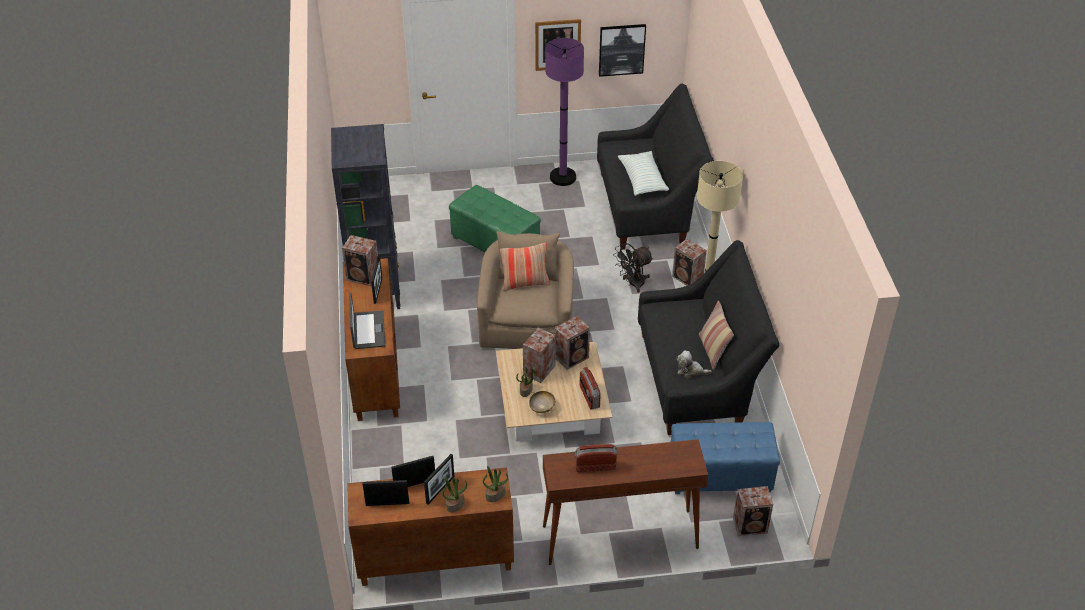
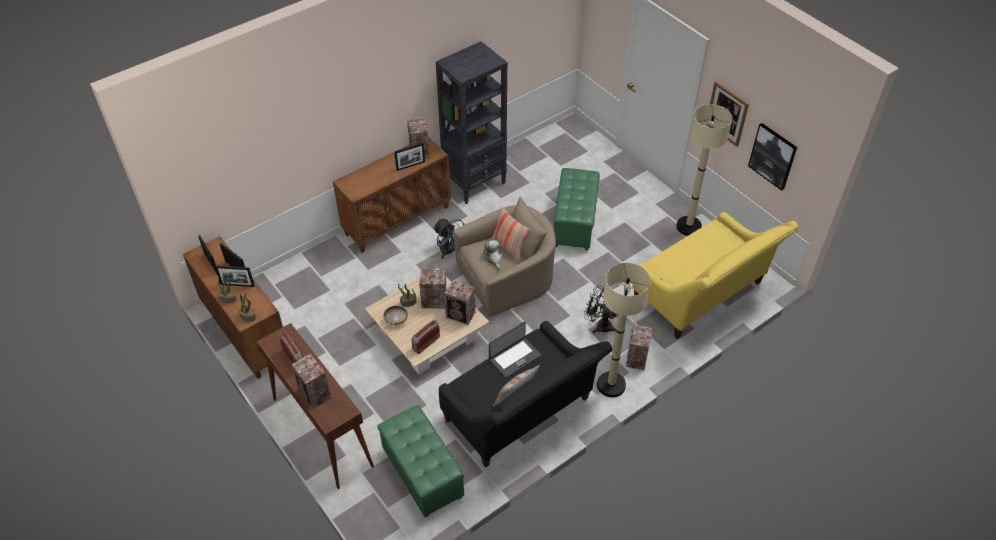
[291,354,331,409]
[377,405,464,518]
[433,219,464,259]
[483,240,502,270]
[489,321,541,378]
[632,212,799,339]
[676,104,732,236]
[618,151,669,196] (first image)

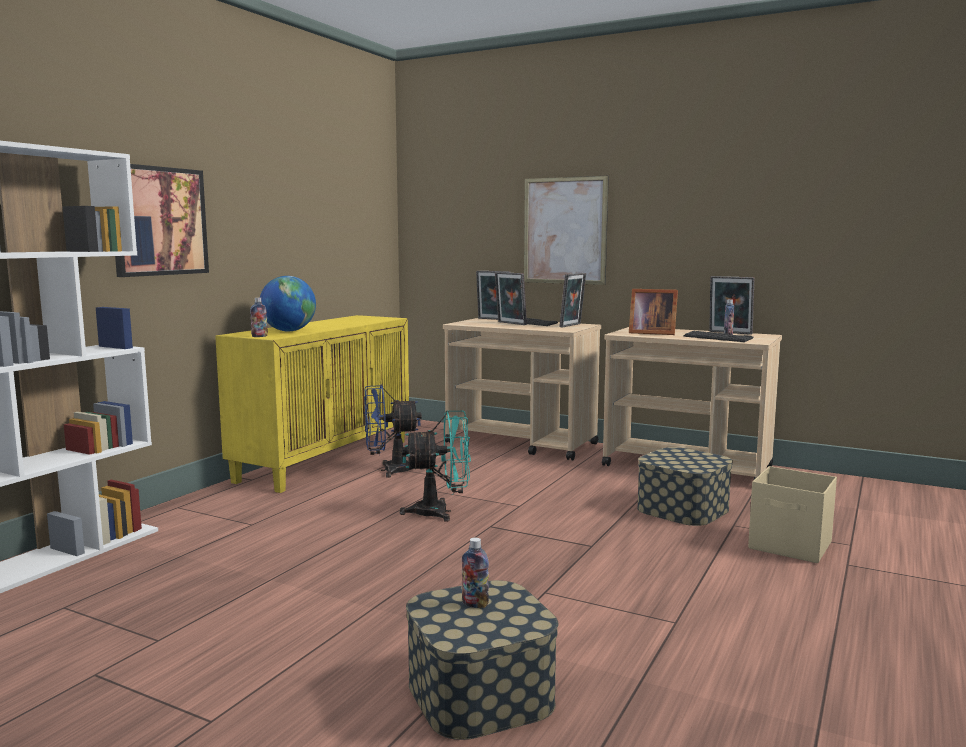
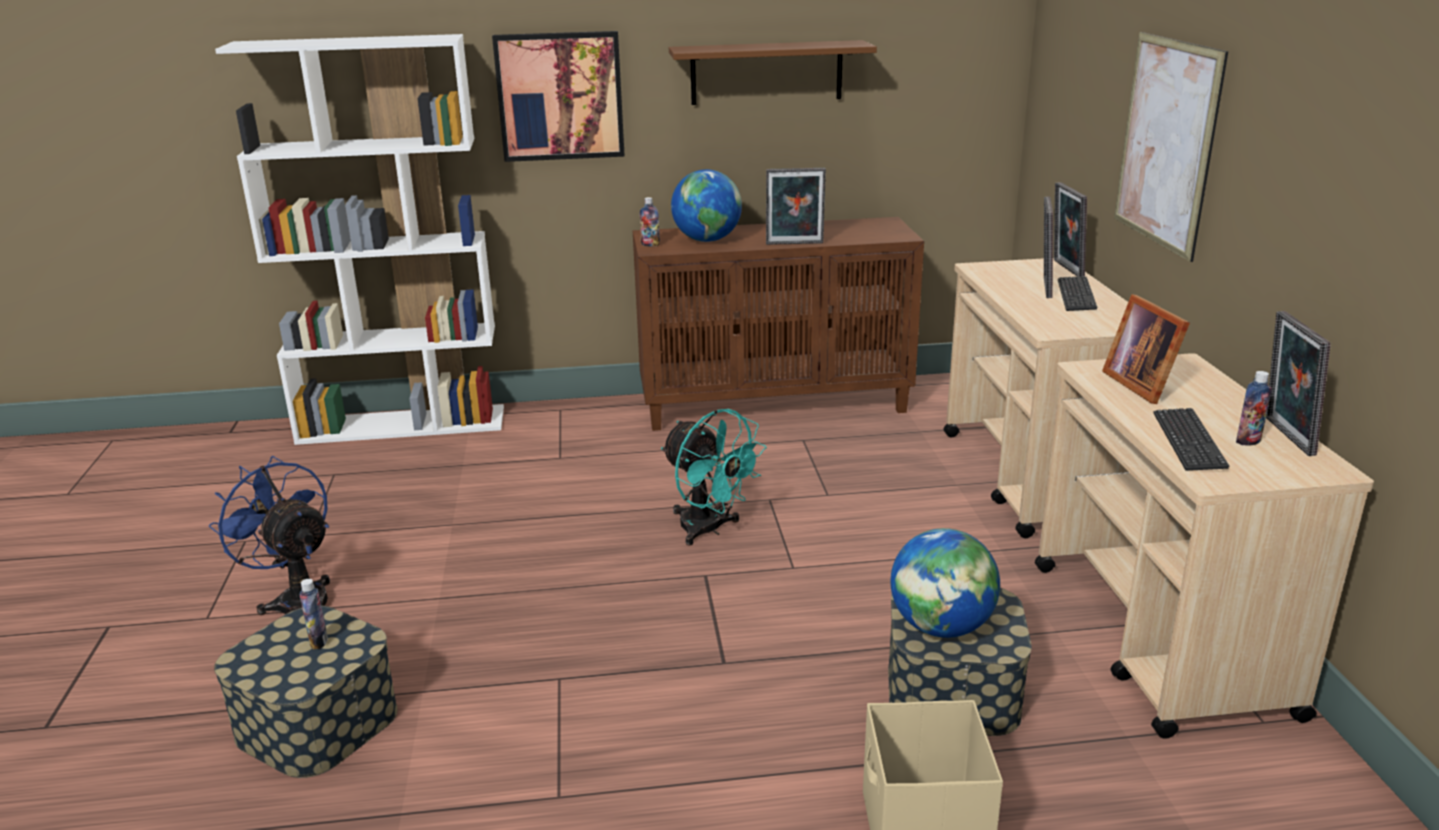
[209,456,330,615]
[633,217,924,431]
[669,40,877,105]
[766,168,826,245]
[891,528,1000,638]

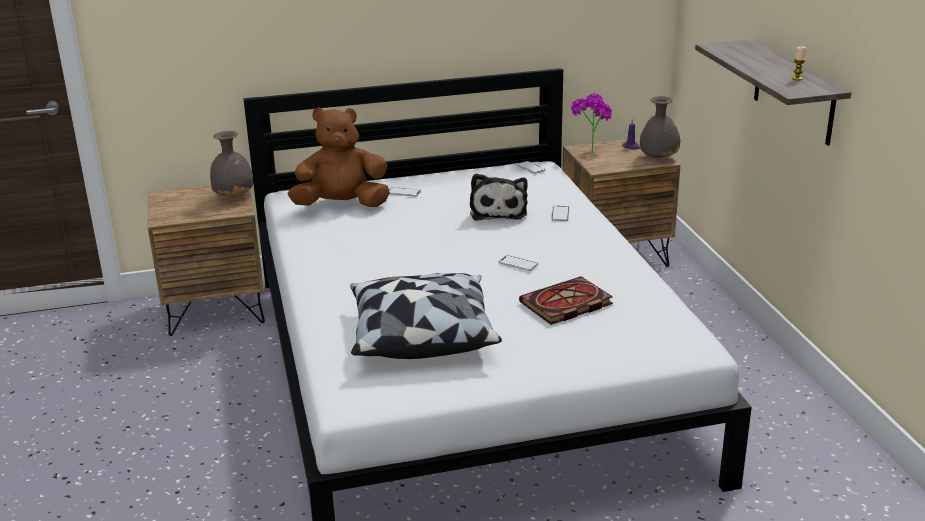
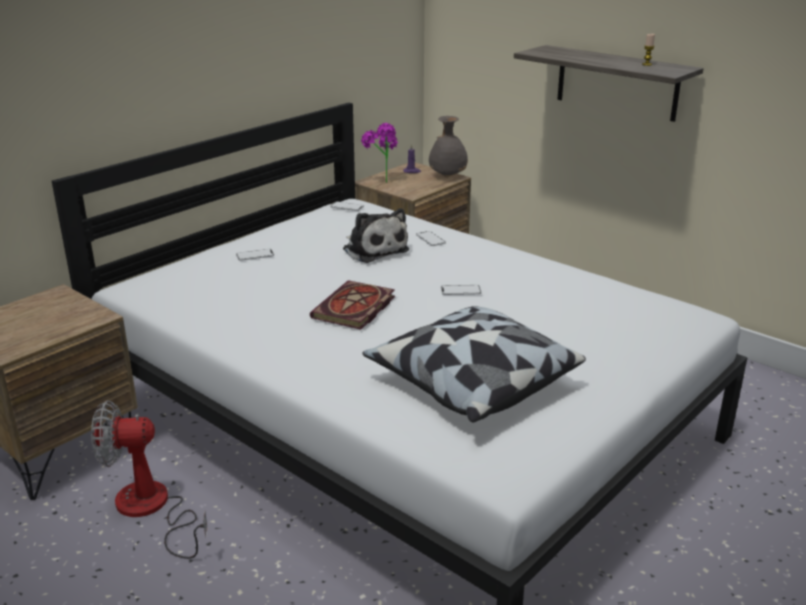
[91,400,208,559]
[310,280,395,330]
[210,131,253,198] (first image)
[288,107,390,207] (first image)

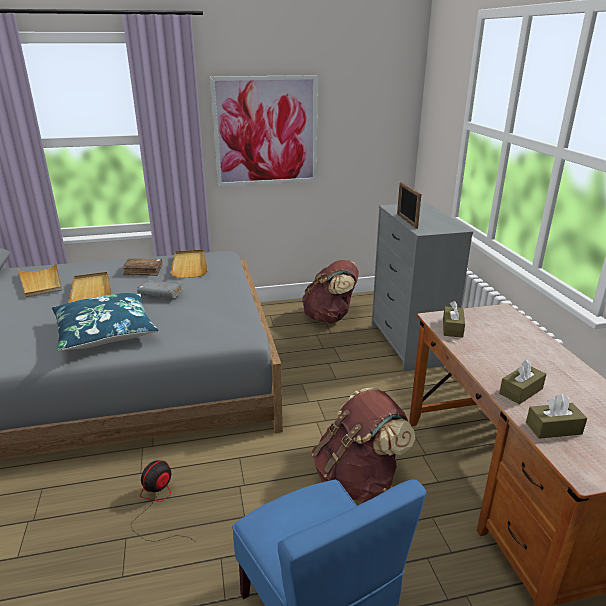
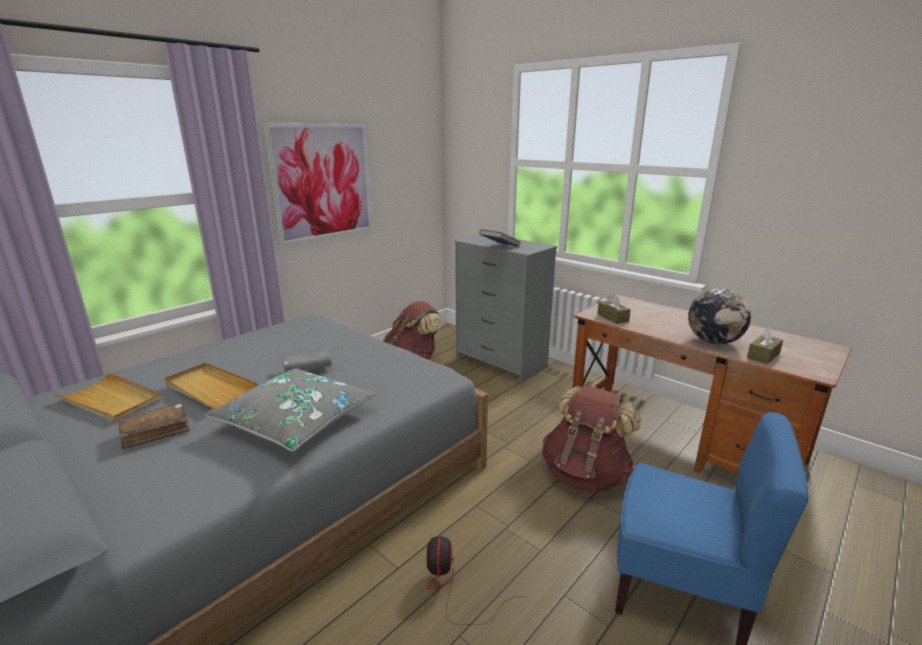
[118,403,190,450]
[205,368,377,451]
[479,229,521,247]
[688,288,751,344]
[170,249,208,278] (first image)

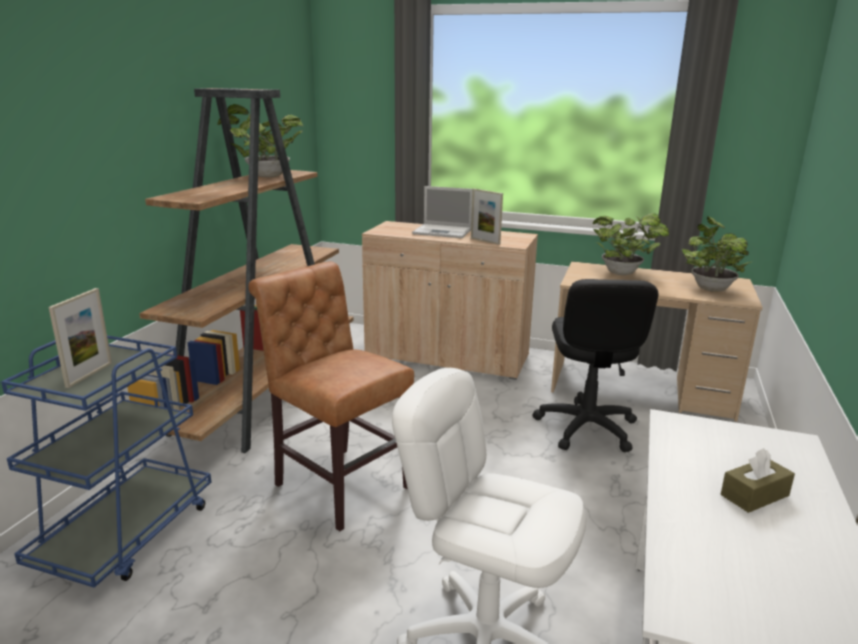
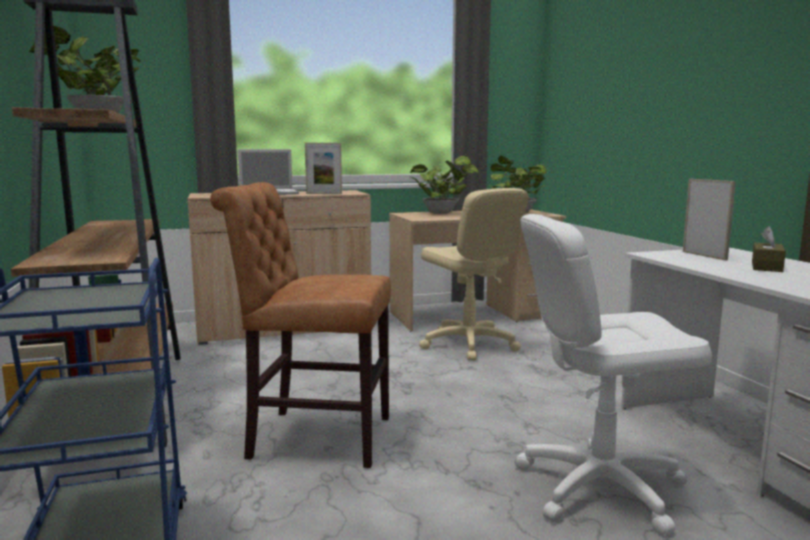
[419,188,529,361]
[683,179,736,260]

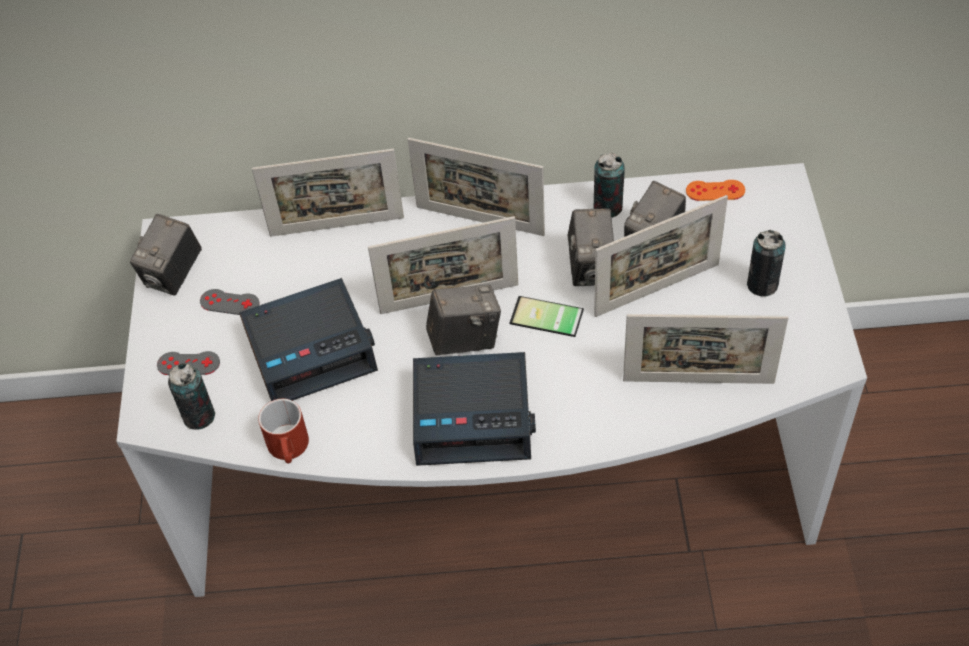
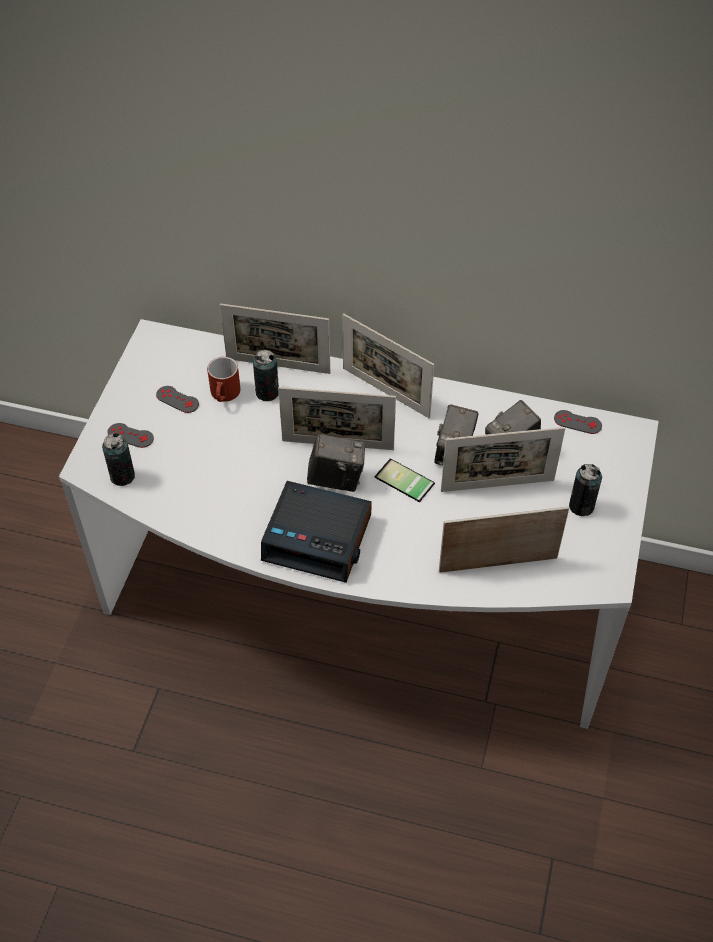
[207,357,240,402]
[253,350,279,401]
[439,507,569,573]
[554,410,602,434]
[130,214,202,296] (first image)
[239,278,378,401] (first image)

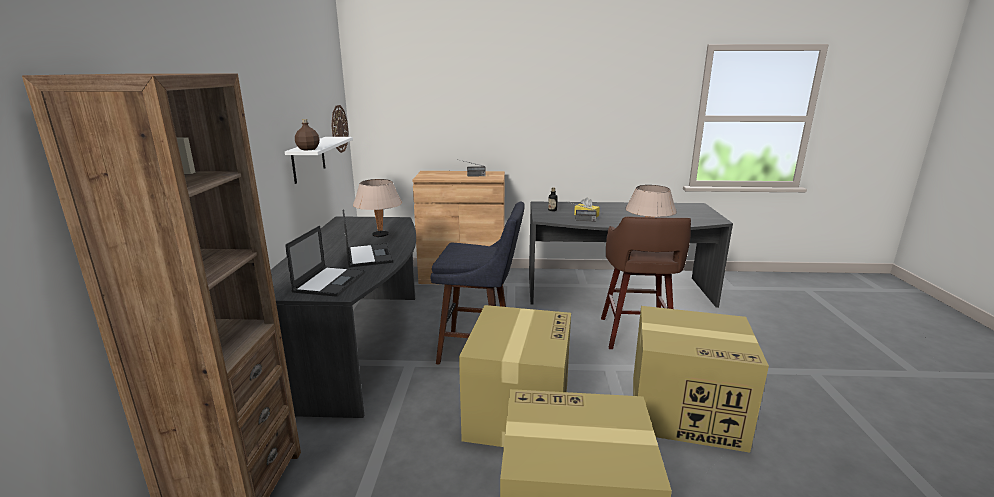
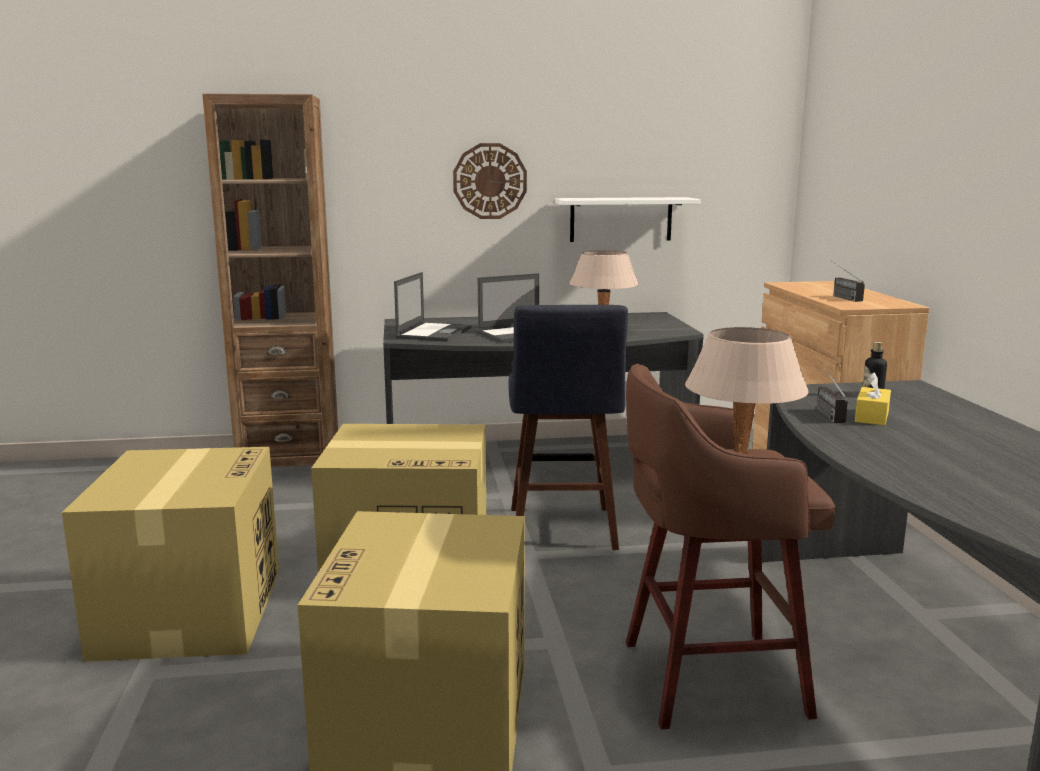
[394,272,471,342]
[453,143,527,219]
[295,119,320,150] (first image)

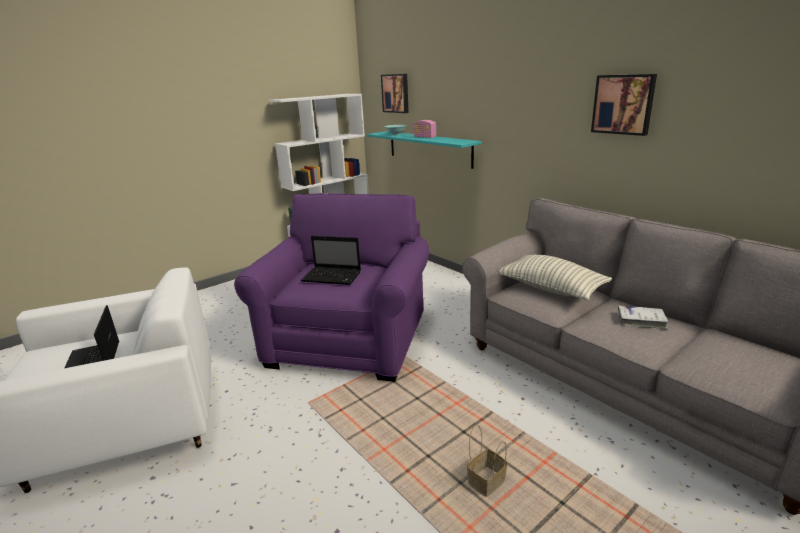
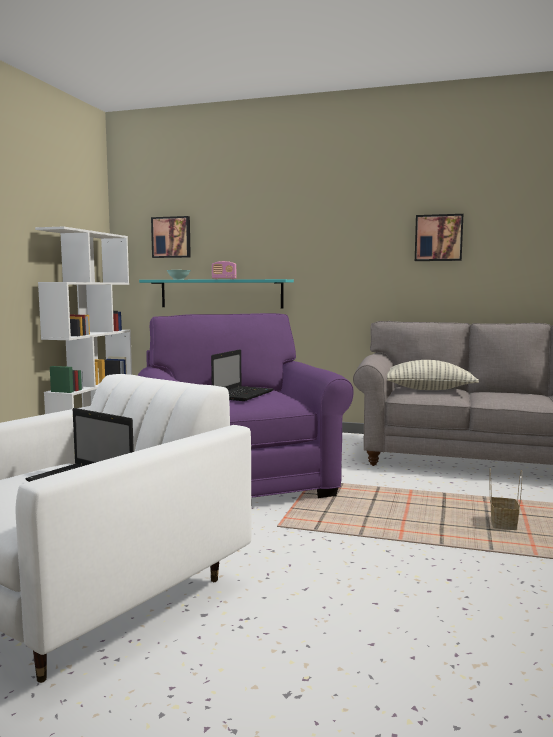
[211,349,274,401]
[618,305,669,329] (first image)

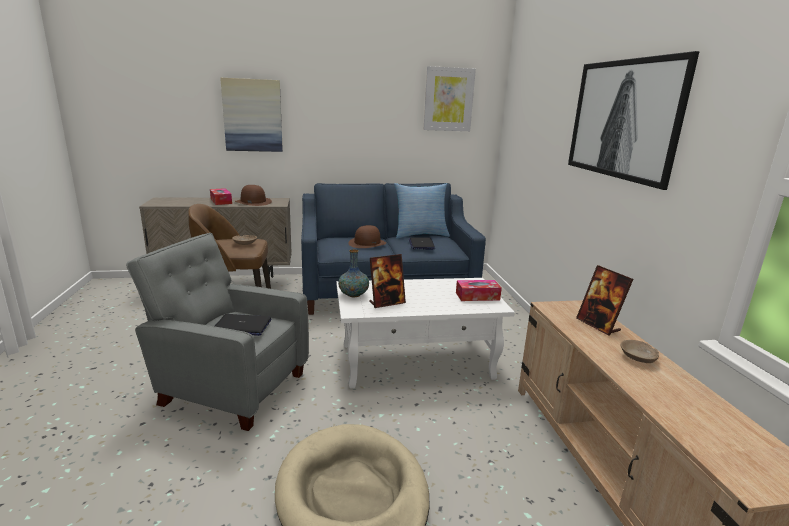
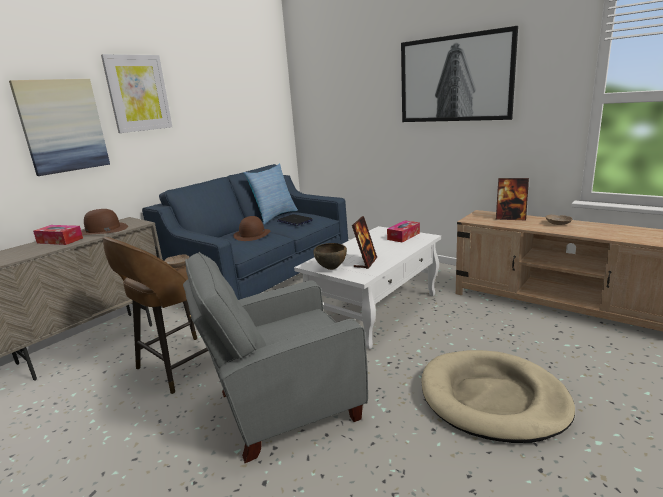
[101,54,172,133]
[313,243,347,270]
[215,314,271,336] (first image)

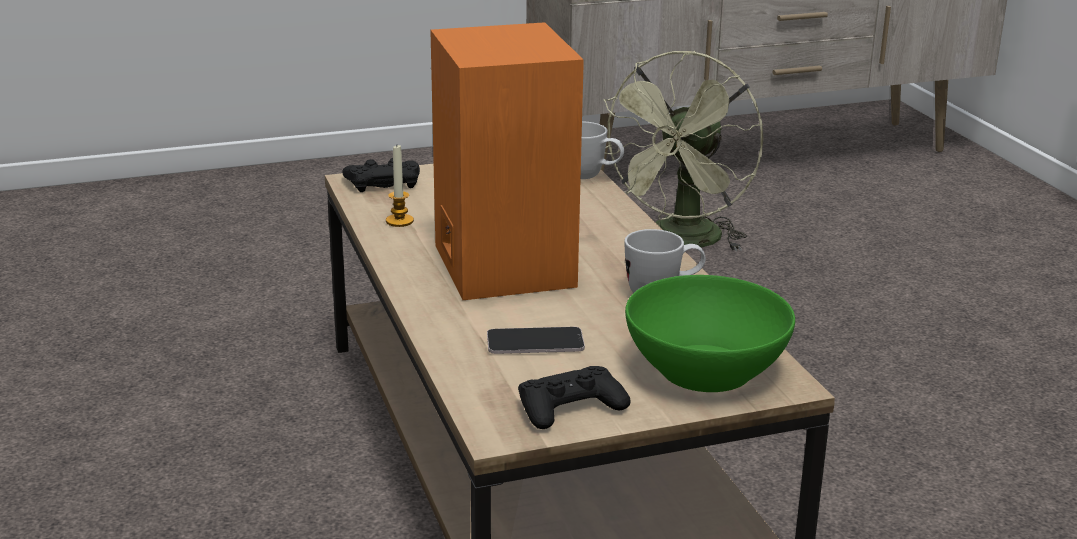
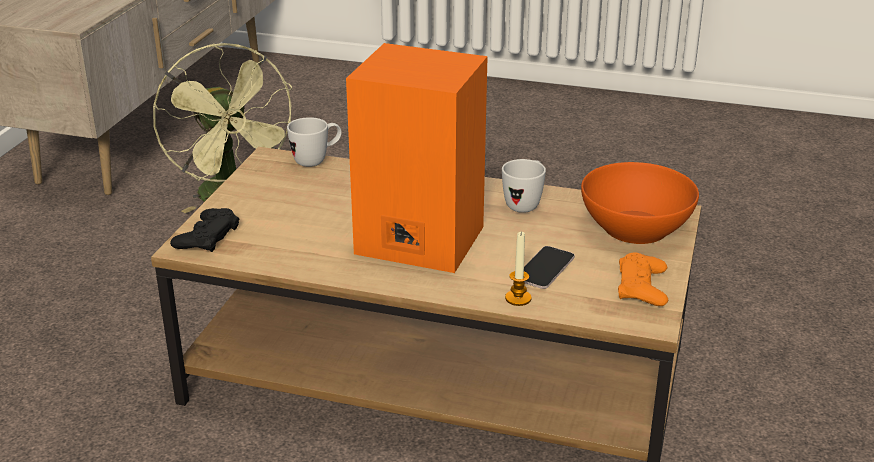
[505,232,532,306]
[581,162,699,244]
[618,253,668,306]

